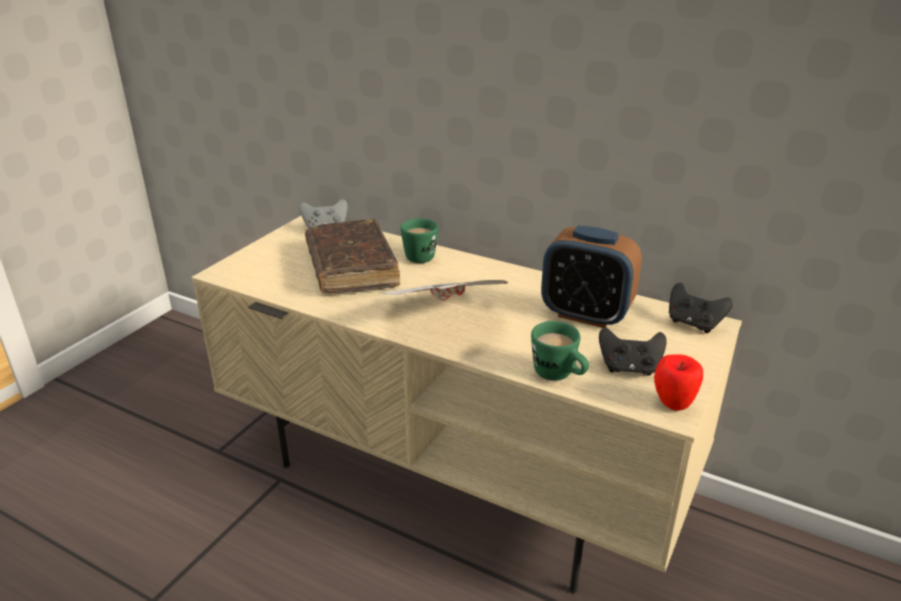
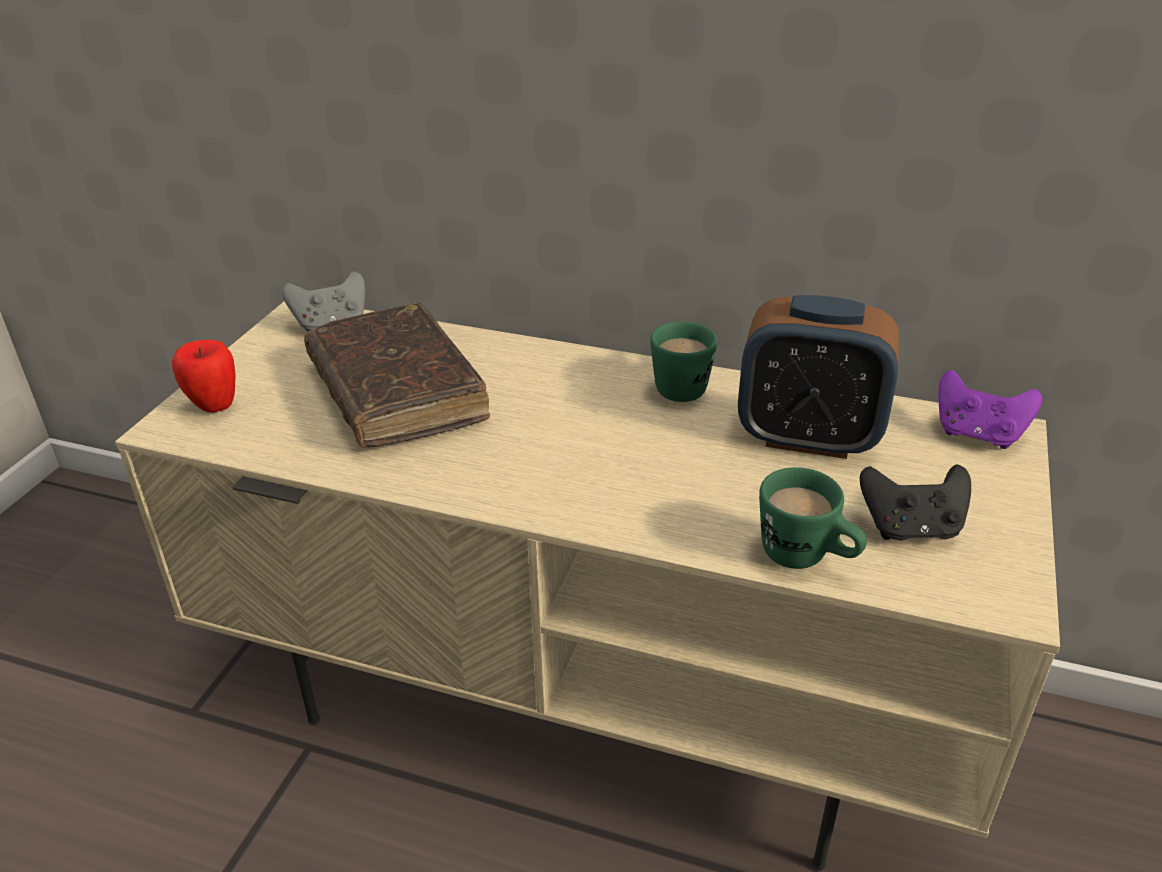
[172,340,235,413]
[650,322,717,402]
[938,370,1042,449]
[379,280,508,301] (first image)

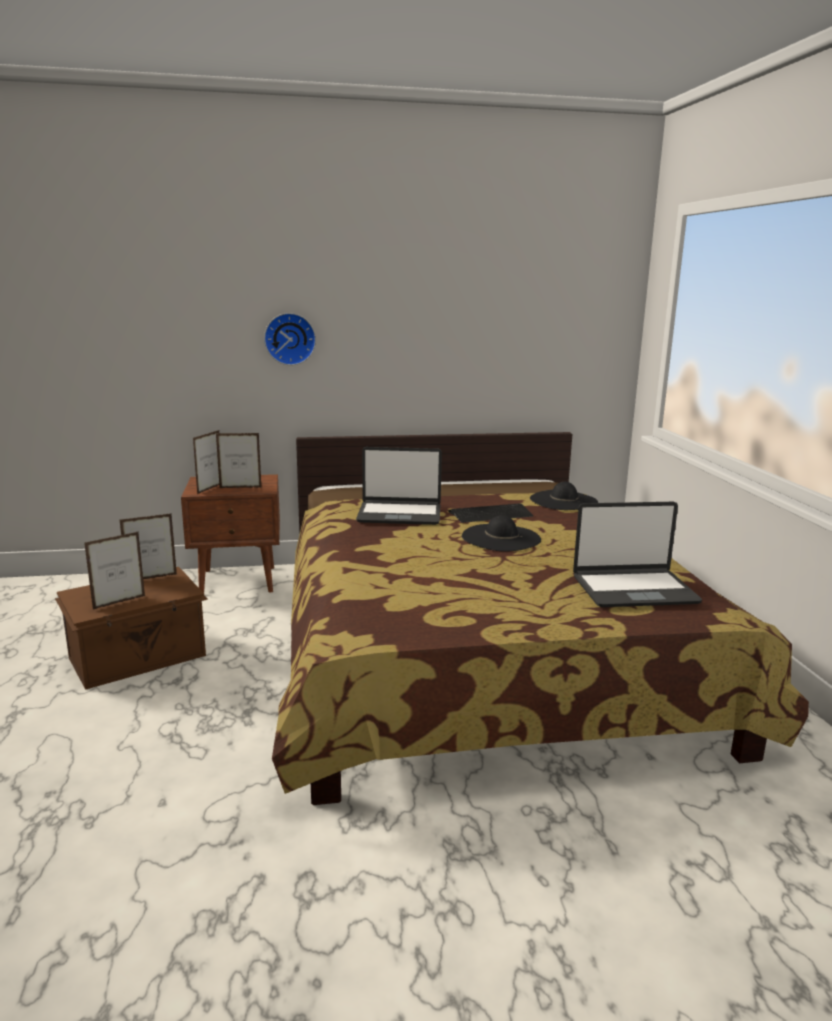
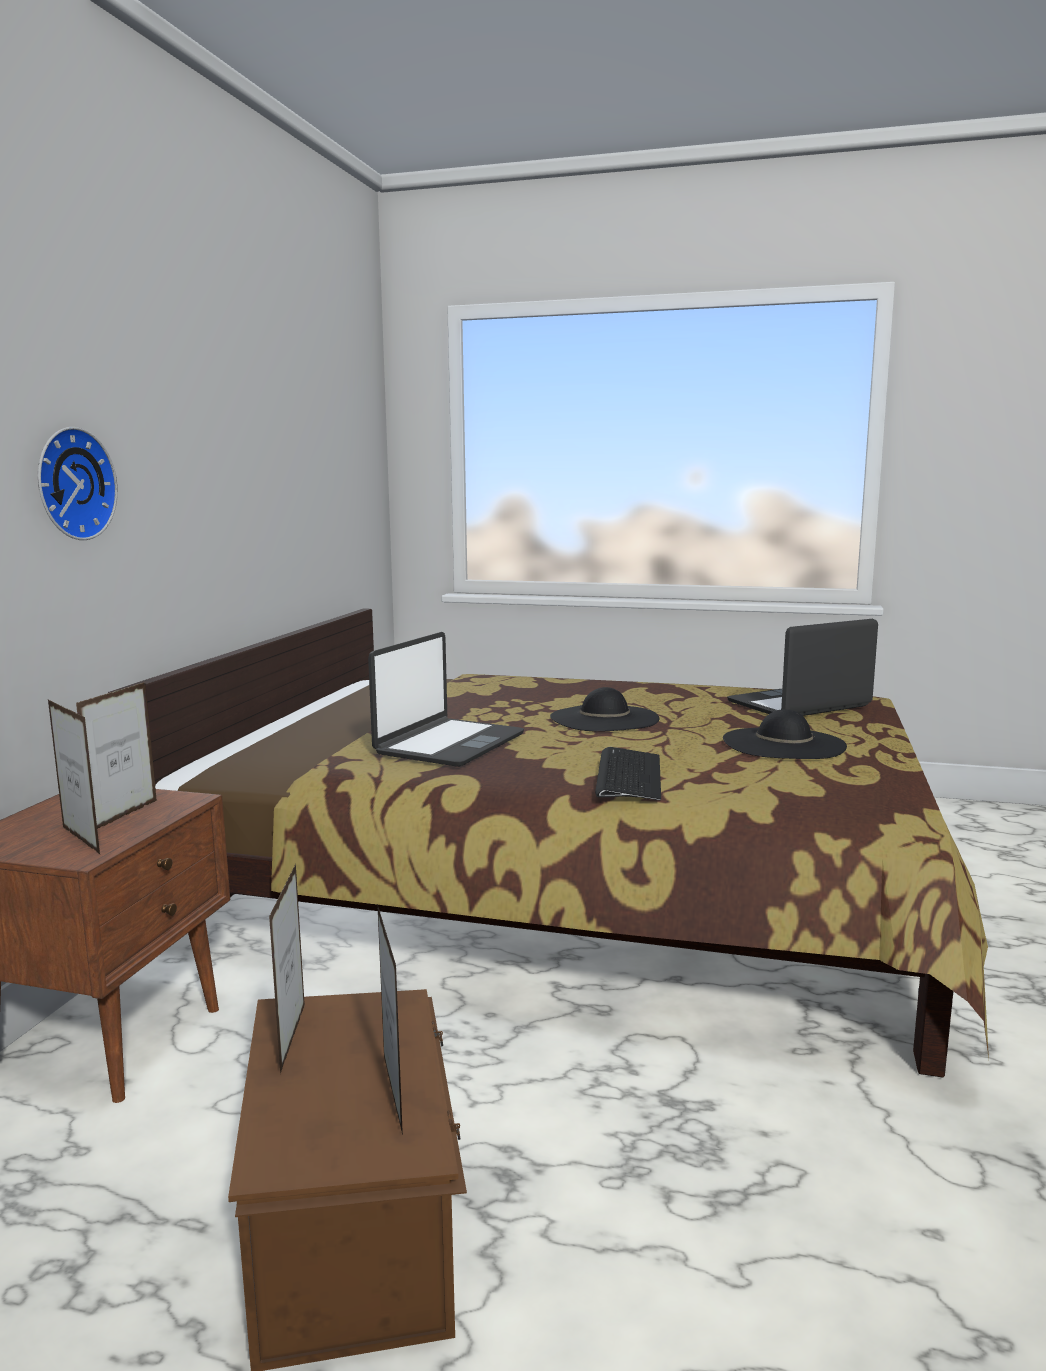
[595,747,661,800]
[723,709,847,759]
[727,619,878,716]

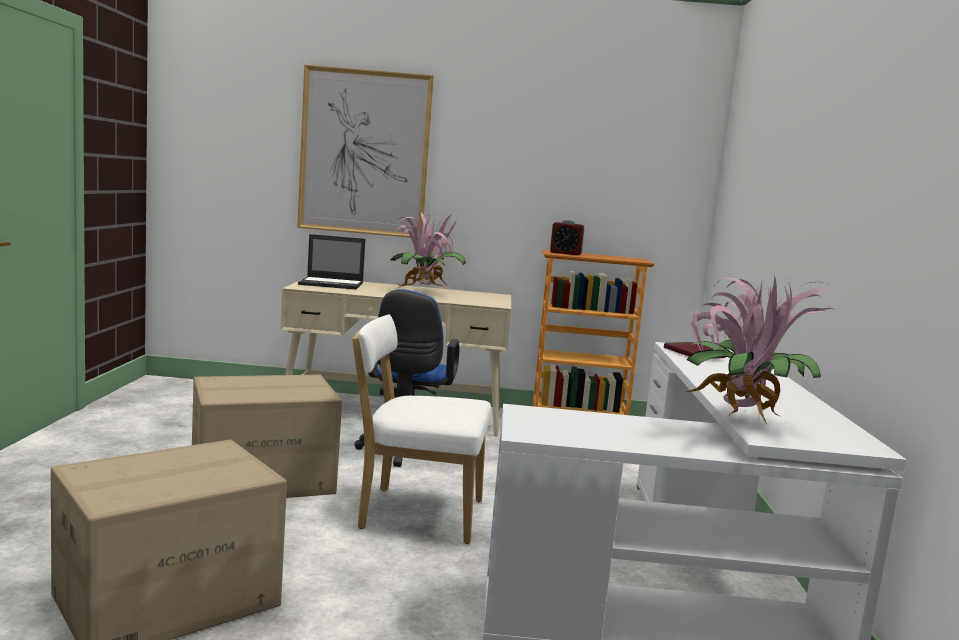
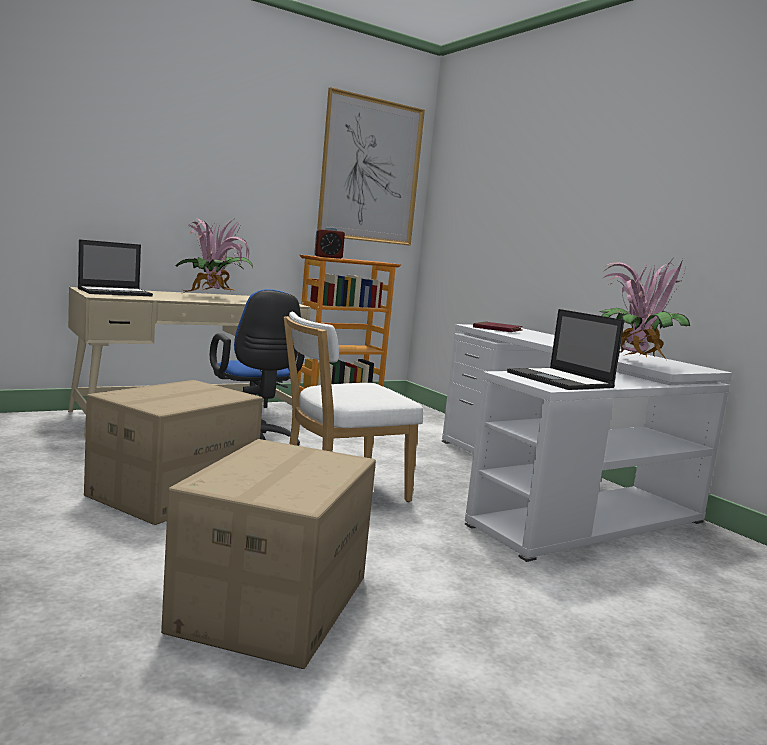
[317,87,425,246]
[507,309,624,390]

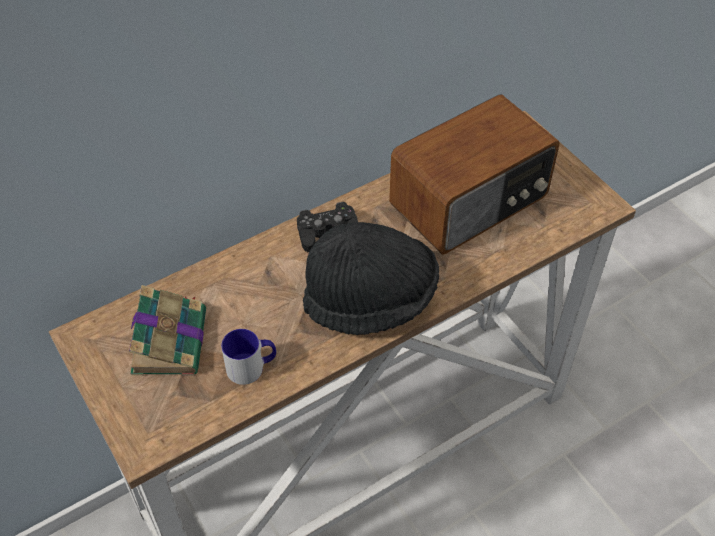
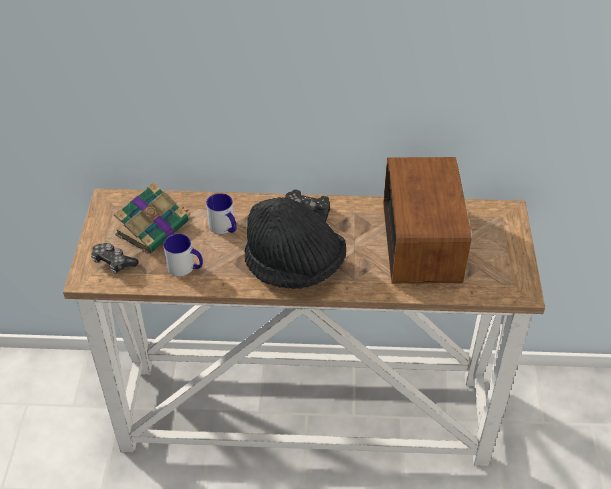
[91,243,138,273]
[206,193,237,234]
[383,157,472,283]

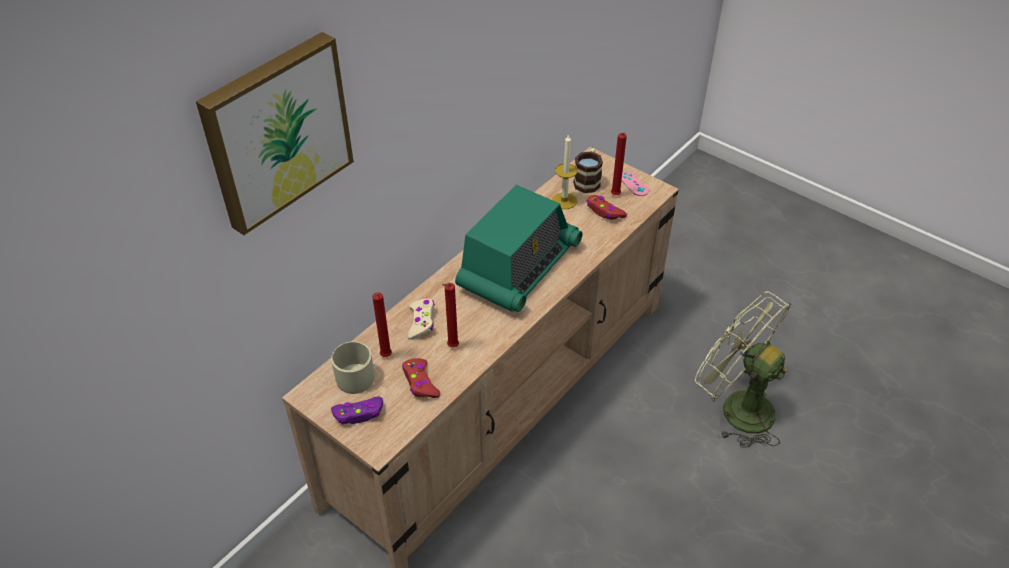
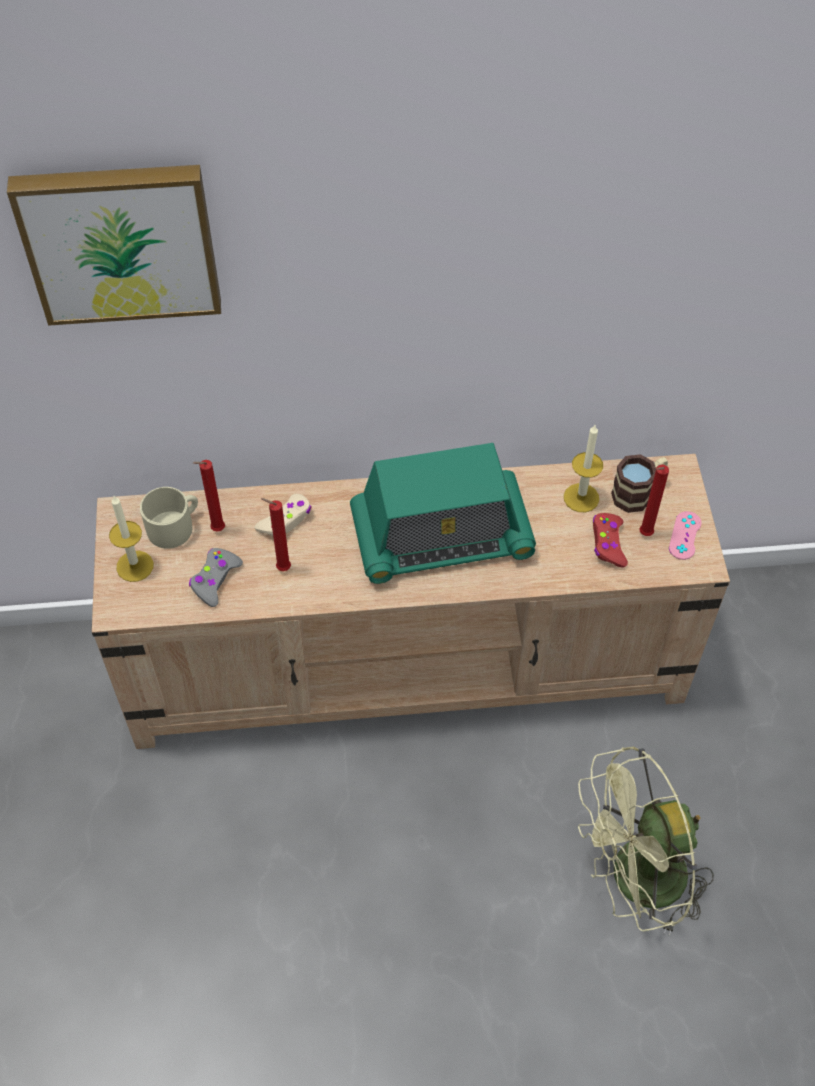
[109,496,154,582]
[189,548,243,607]
[578,747,714,936]

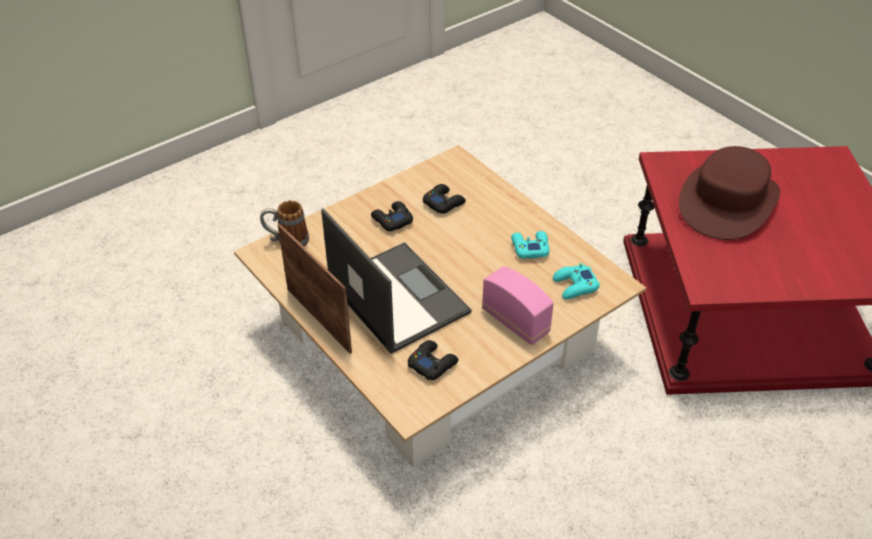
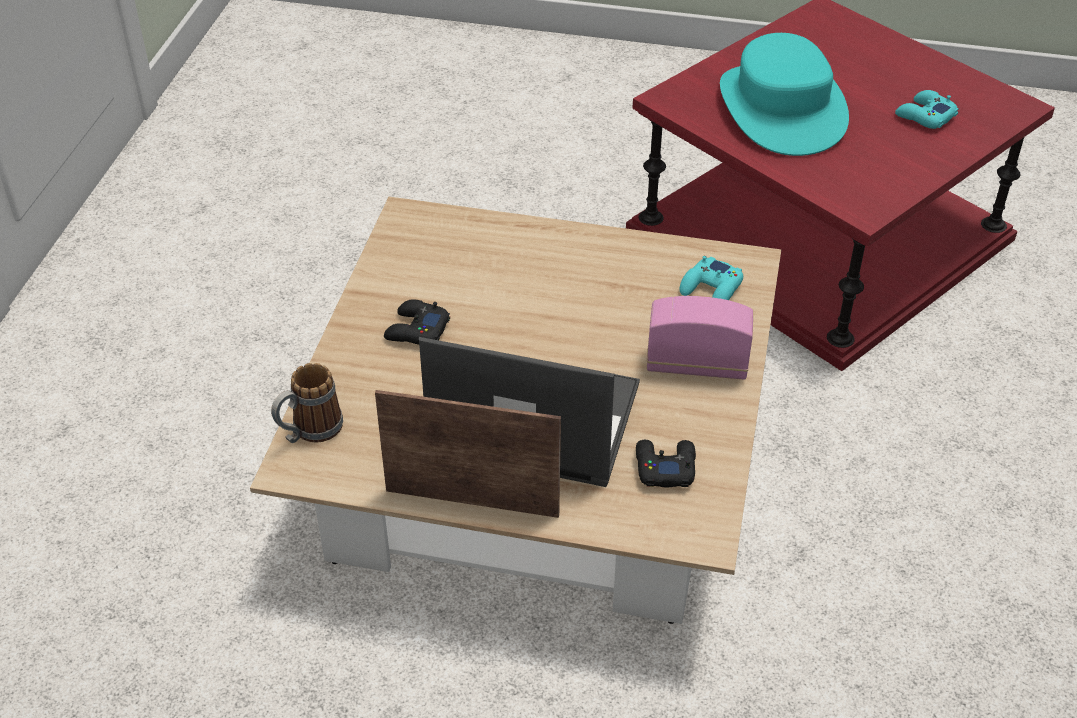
[720,33,849,156]
[895,90,959,129]
[423,184,466,214] (first image)

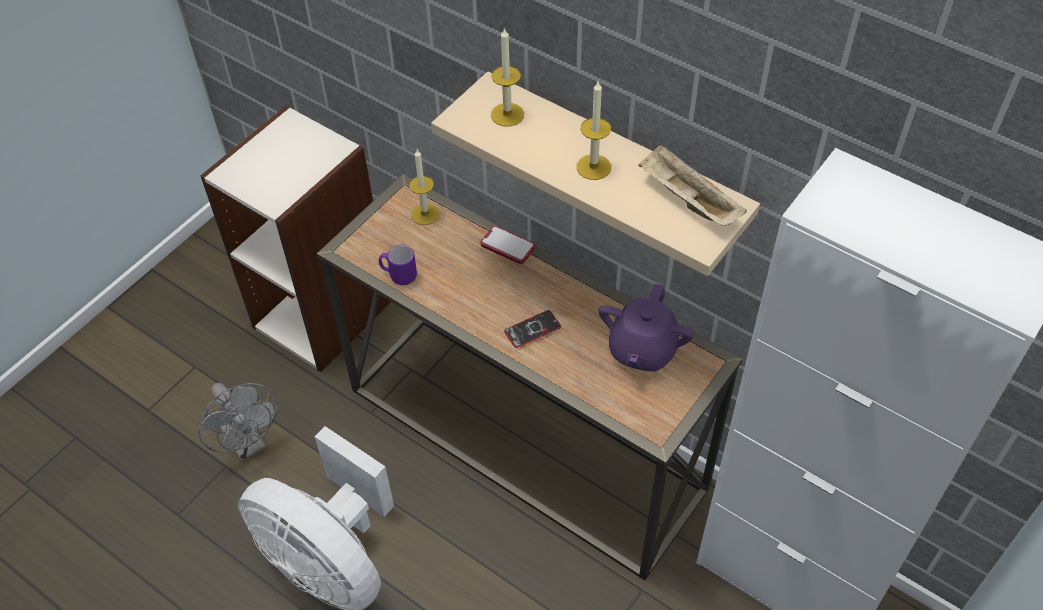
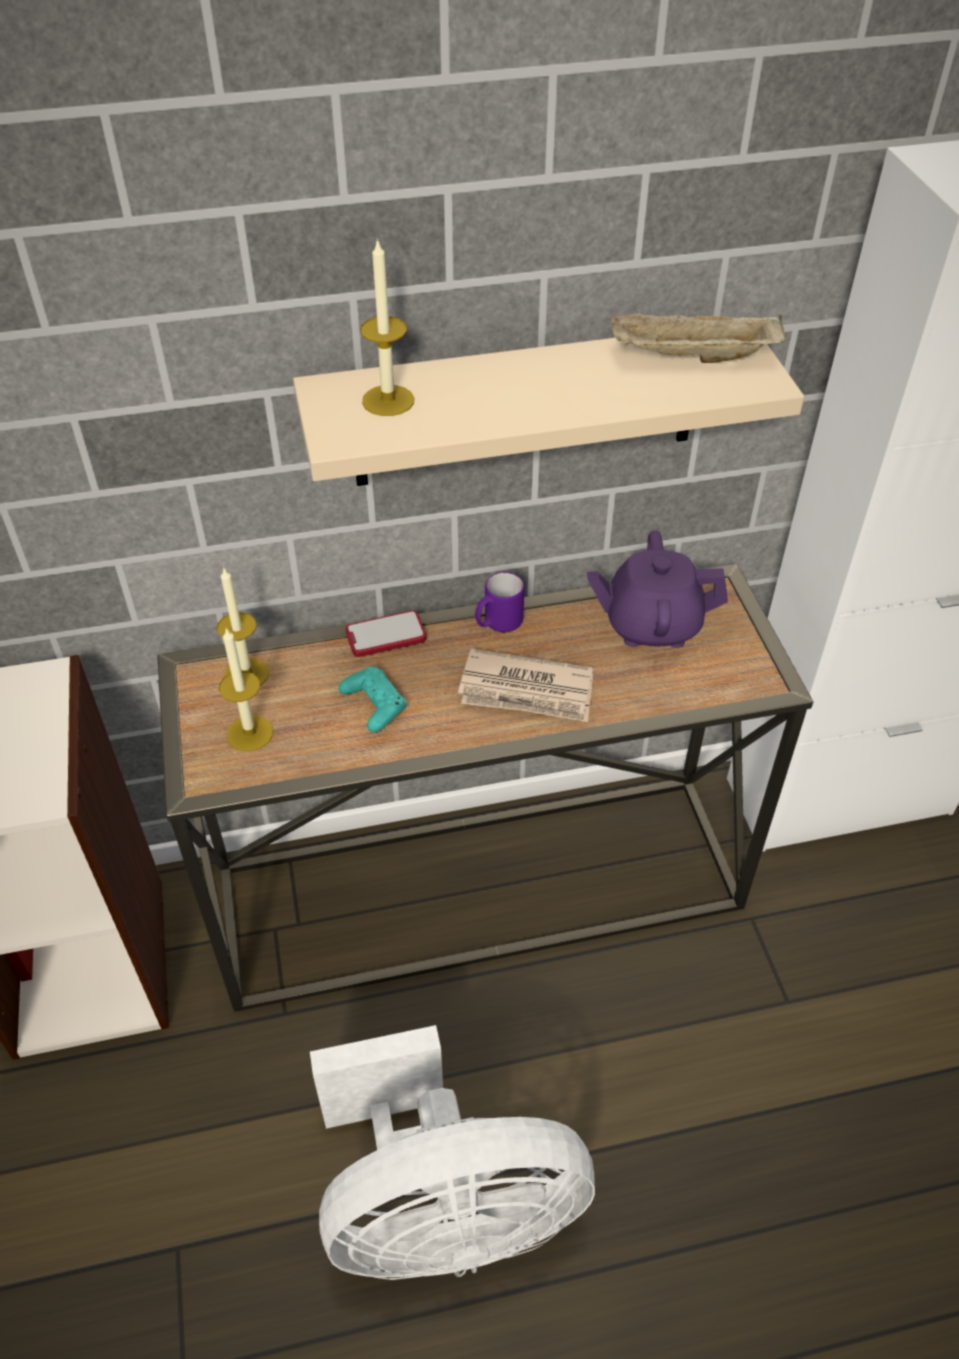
[219,628,273,751]
[339,667,407,733]
[458,648,593,722]
[475,572,525,632]
[587,531,728,648]
[198,383,278,461] (first image)

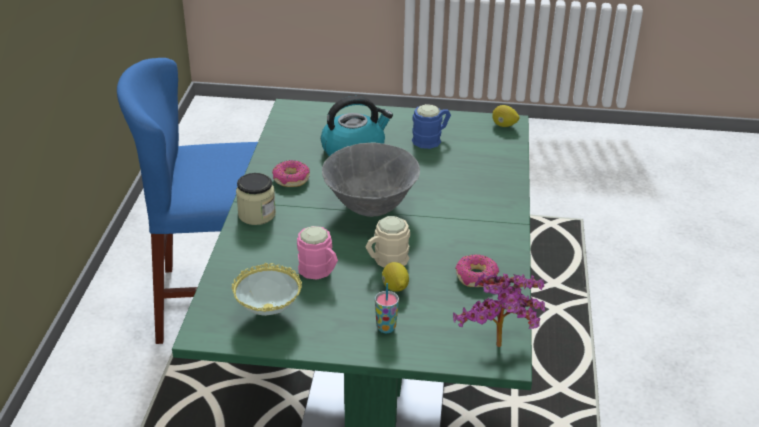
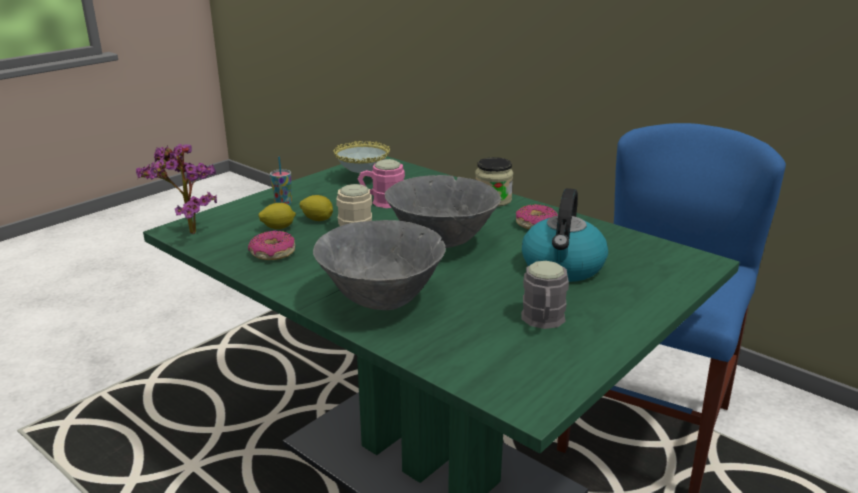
[258,203,296,229]
[313,220,446,310]
[521,261,569,329]

